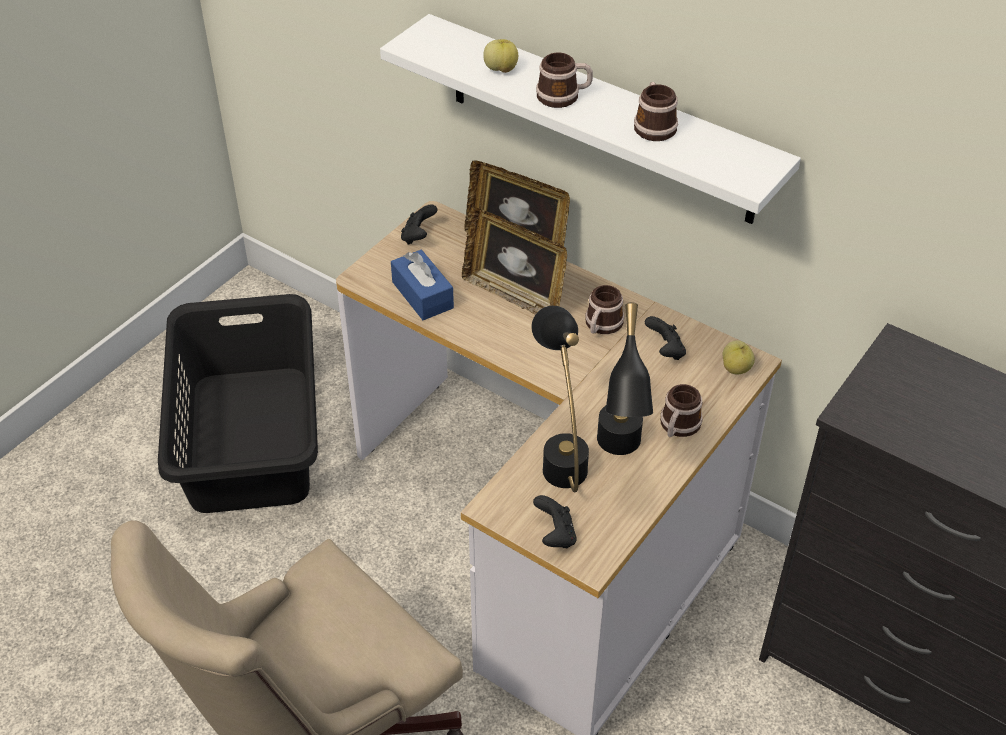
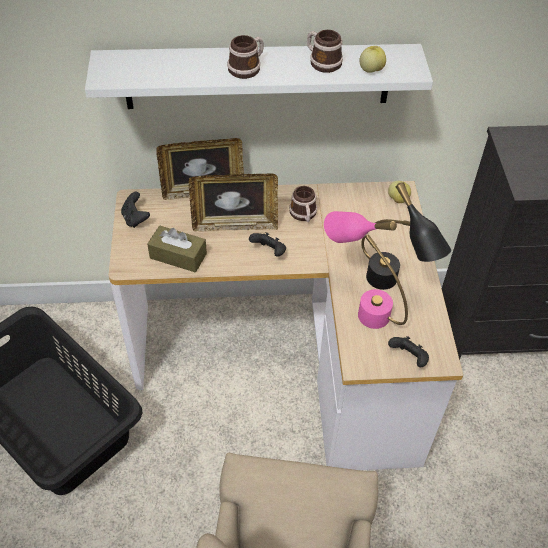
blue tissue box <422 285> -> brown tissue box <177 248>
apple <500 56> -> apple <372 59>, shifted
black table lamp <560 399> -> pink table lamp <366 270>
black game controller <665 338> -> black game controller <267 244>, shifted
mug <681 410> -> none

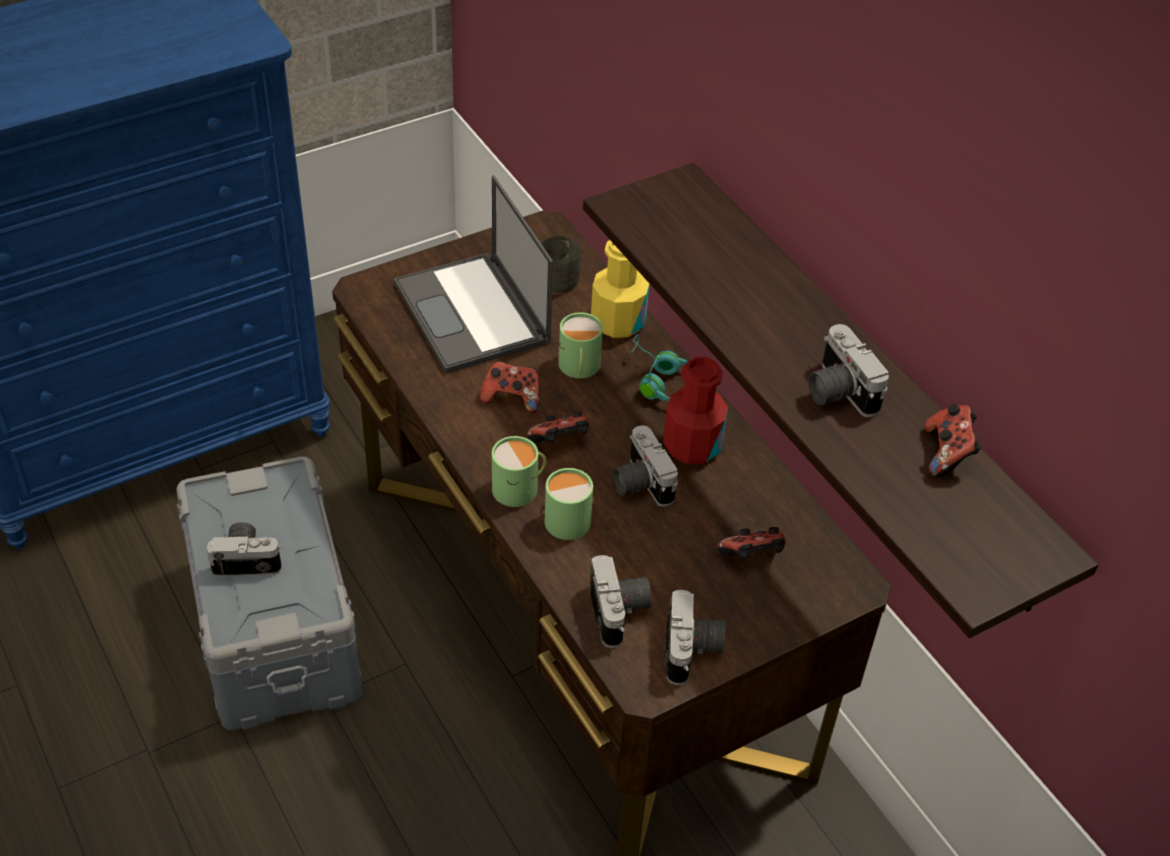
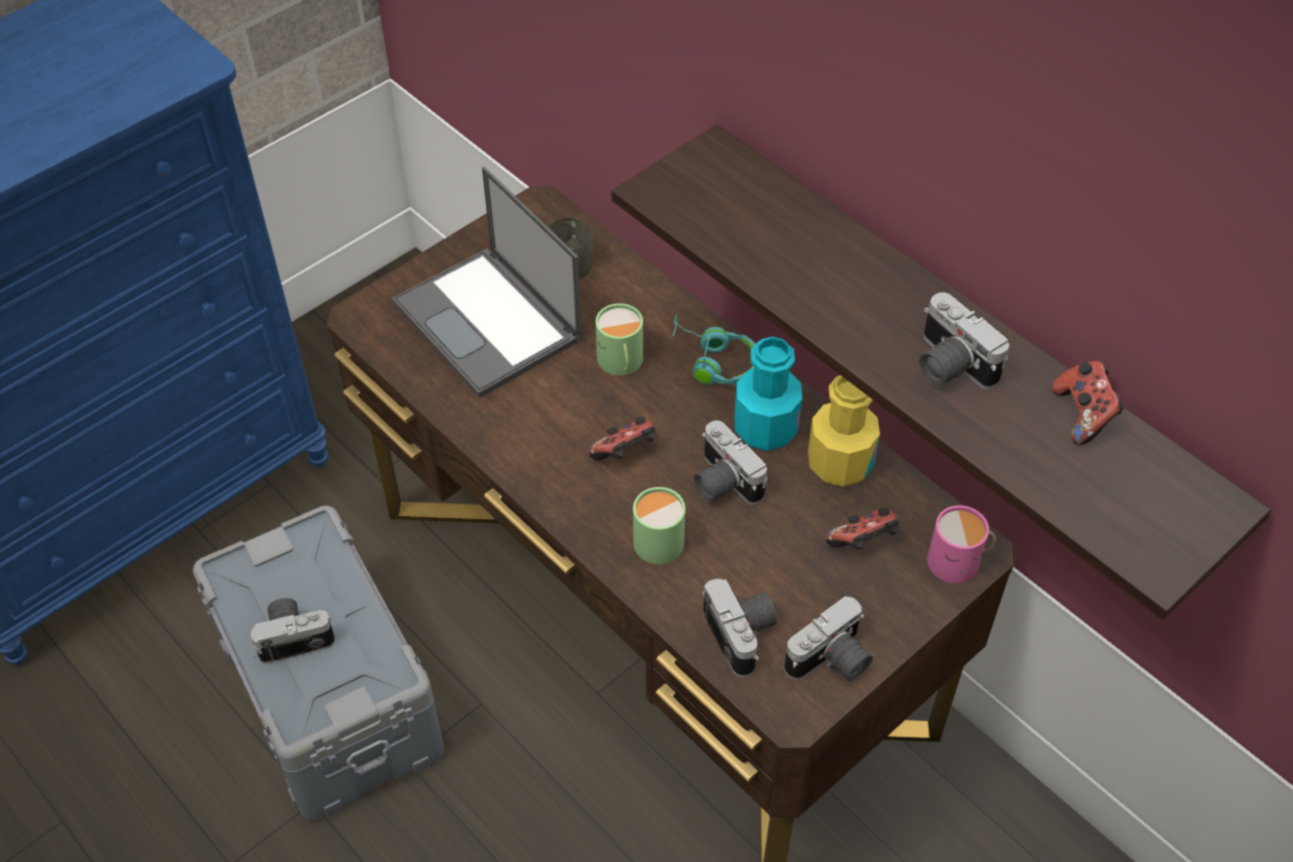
game controller <510 387> -> none
green mug <519 471> -> none
yellow bottle <620 289> -> yellow bottle <844 431>, shifted
red bottle <695 410> -> turquoise bottle <768 393>
photo camera <695 637> -> photo camera <828 639>, 60 degrees clockwise
none -> pink mug <961 544>

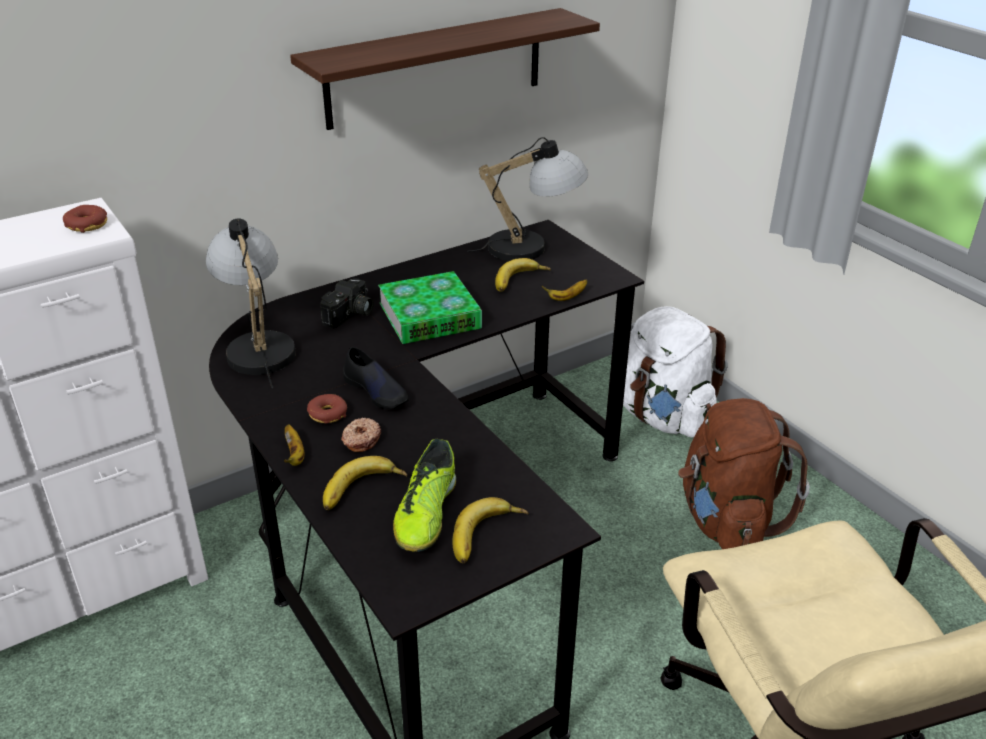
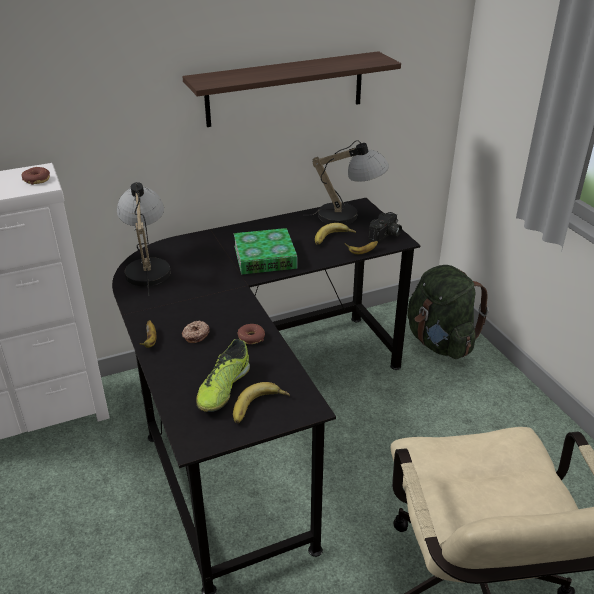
donut <327 408> -> donut <251 334>, shifted
photo camera <347 303> -> photo camera <385 227>, shifted
banana <365 483> -> none
black shoe <376 378> -> none
white backpack <675 371> -> green backpack <448 312>
brown backpack <744 473> -> none

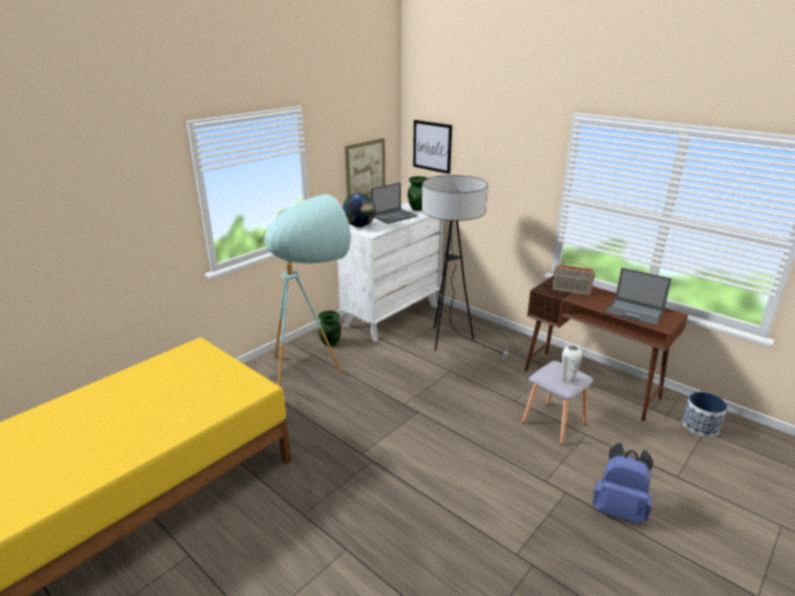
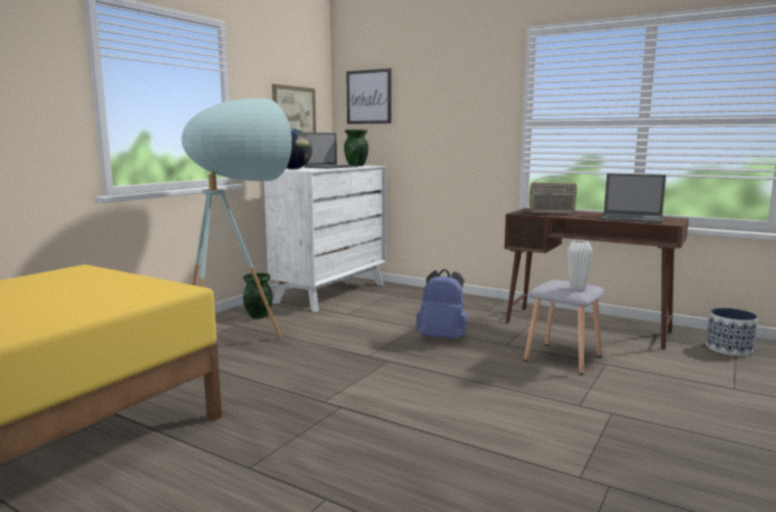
floor lamp <466 267> -> none
blue backpack <623 483> -> blue backpack <442 304>, shifted

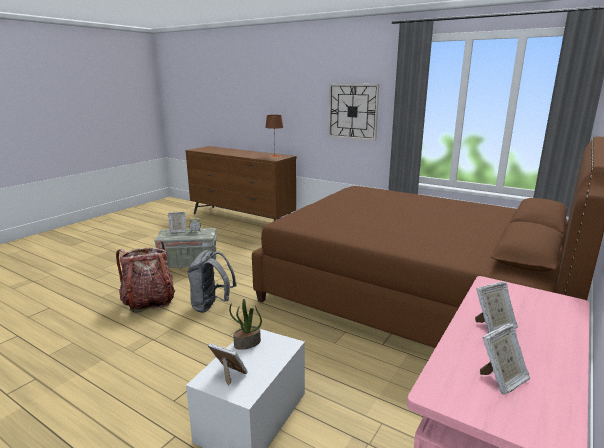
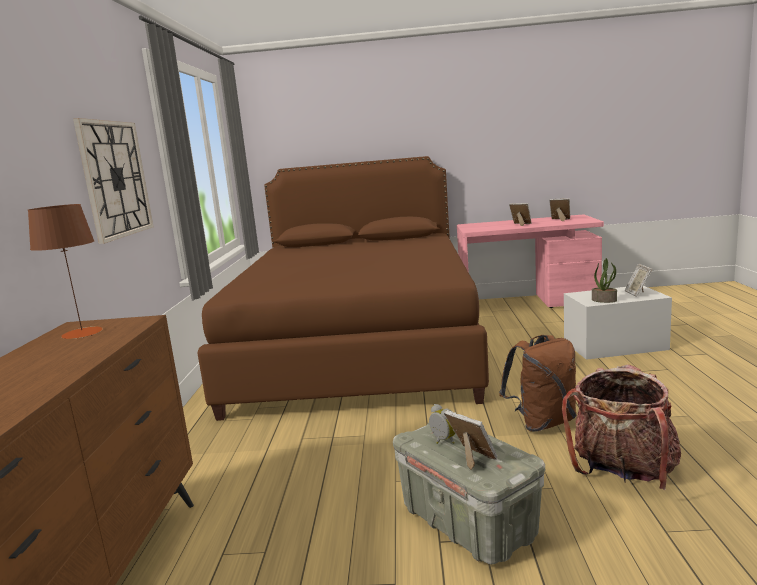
grey backpack <212 281> -> brown backpack <537 383>

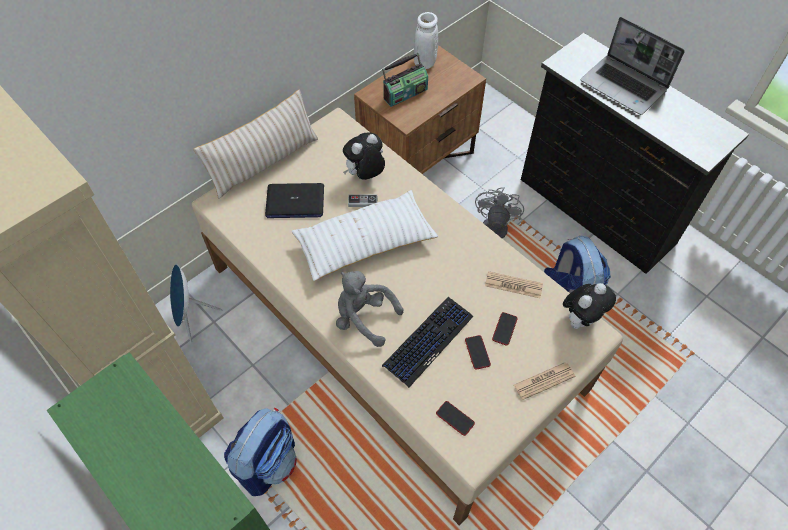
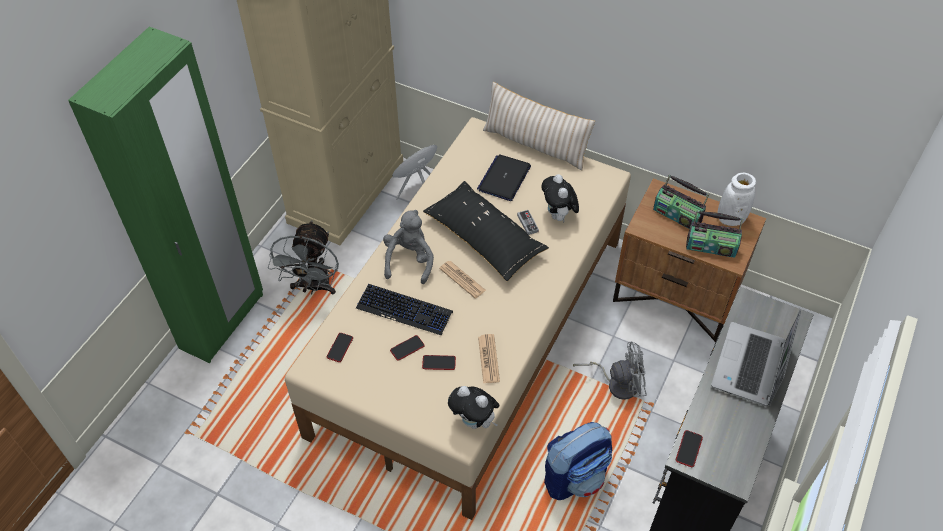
backpack <260 452> -> grey fan <303 257>
laptop <294 200> -> laptop <504 177>, 45 degrees clockwise
white pillow <364 235> -> black pillow <486 231>
plush toy <364 156> -> plush toy <560 198>, 135 degrees counterclockwise
newspaper <544 381> -> newspaper <462 279>, shifted
none -> phone <689 448>
none -> radio <714 234>

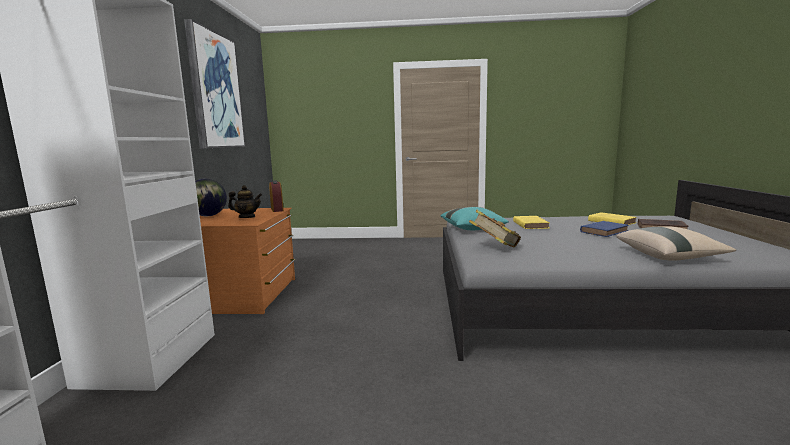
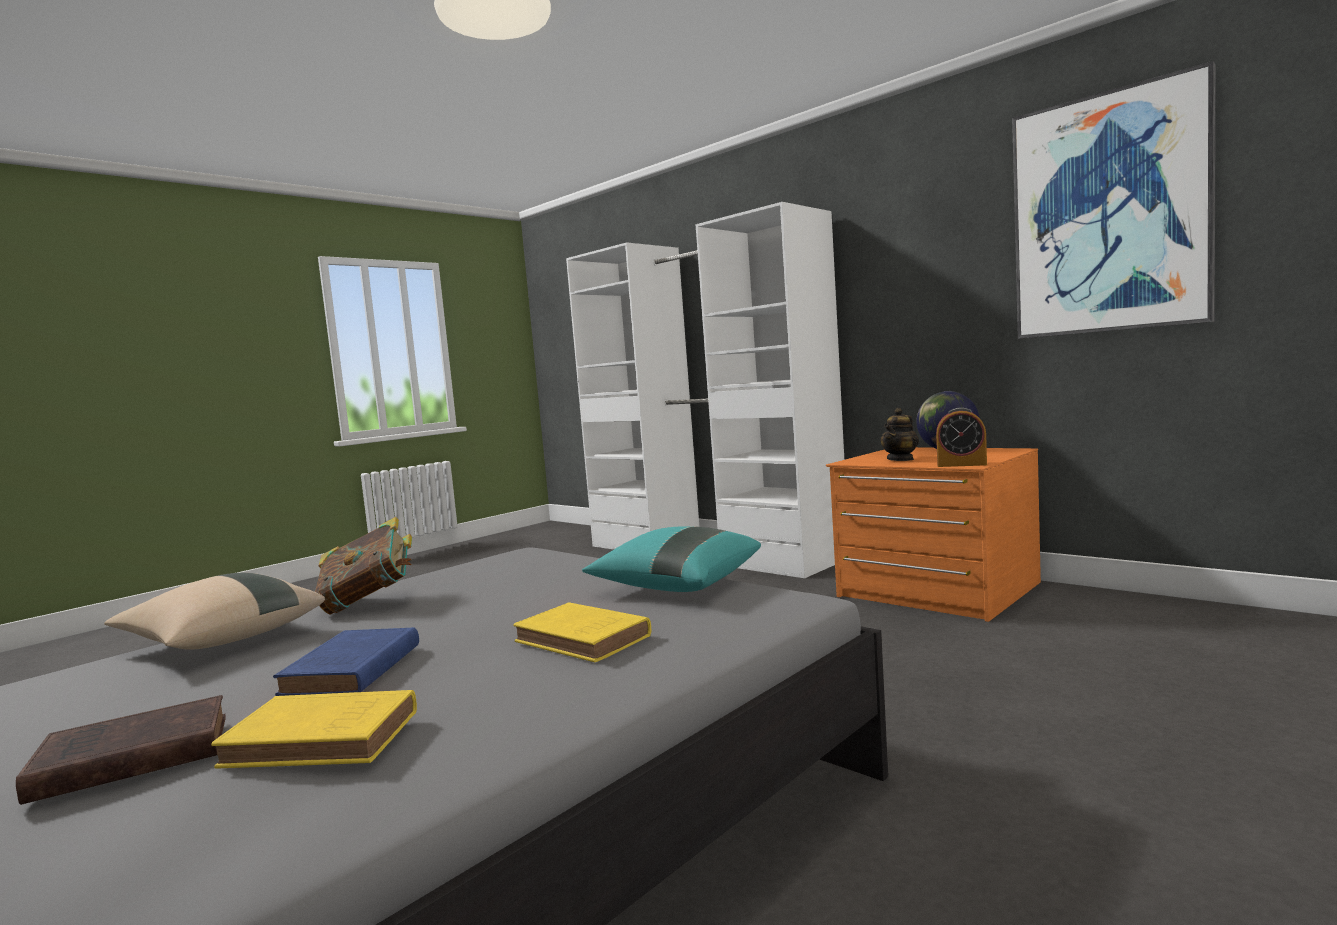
book <495 229> -> book <363 566>, shifted

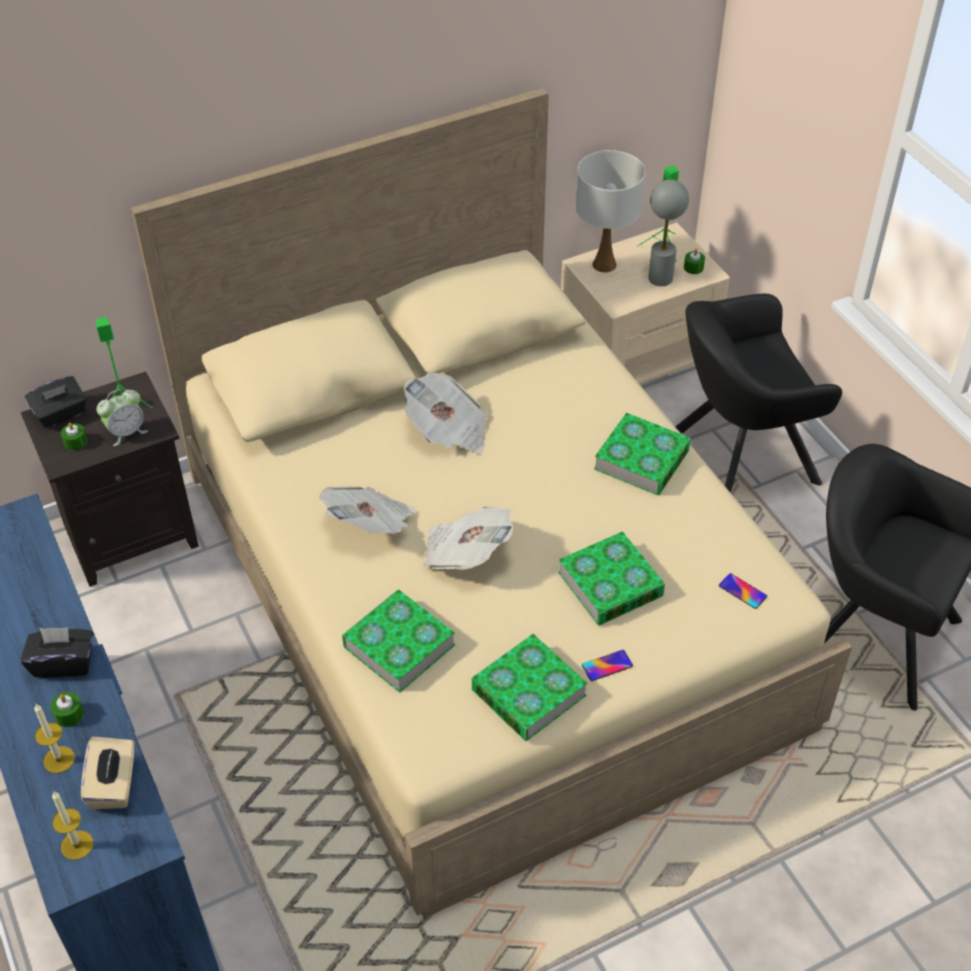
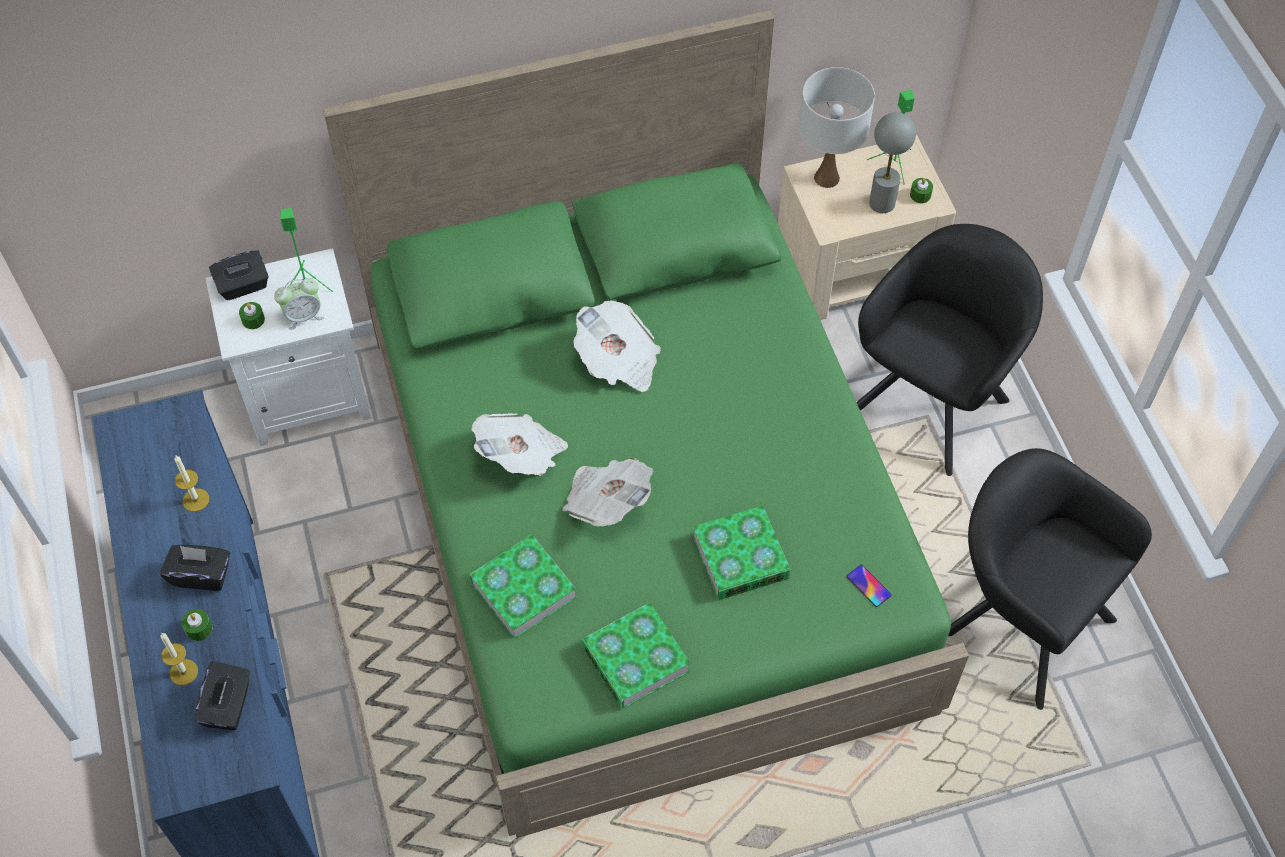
black nightstand <110 479> -> white nightstand <288 347>
candle <72 826> -> candle <191 484>, shifted
beige tissue box <107 772> -> black tissue box <222 695>
beige bed <491 503> -> green bed <646 424>
phone <607 665> -> none
book <642 454> -> none
black armchair <758 393> -> black armchair <950 350>, 135 degrees clockwise

